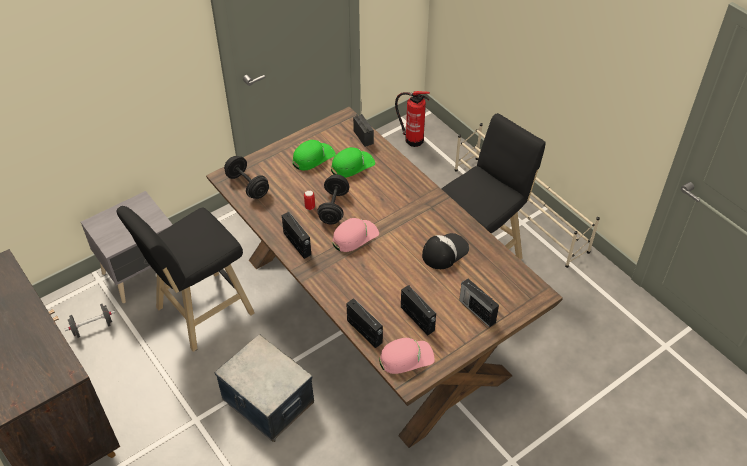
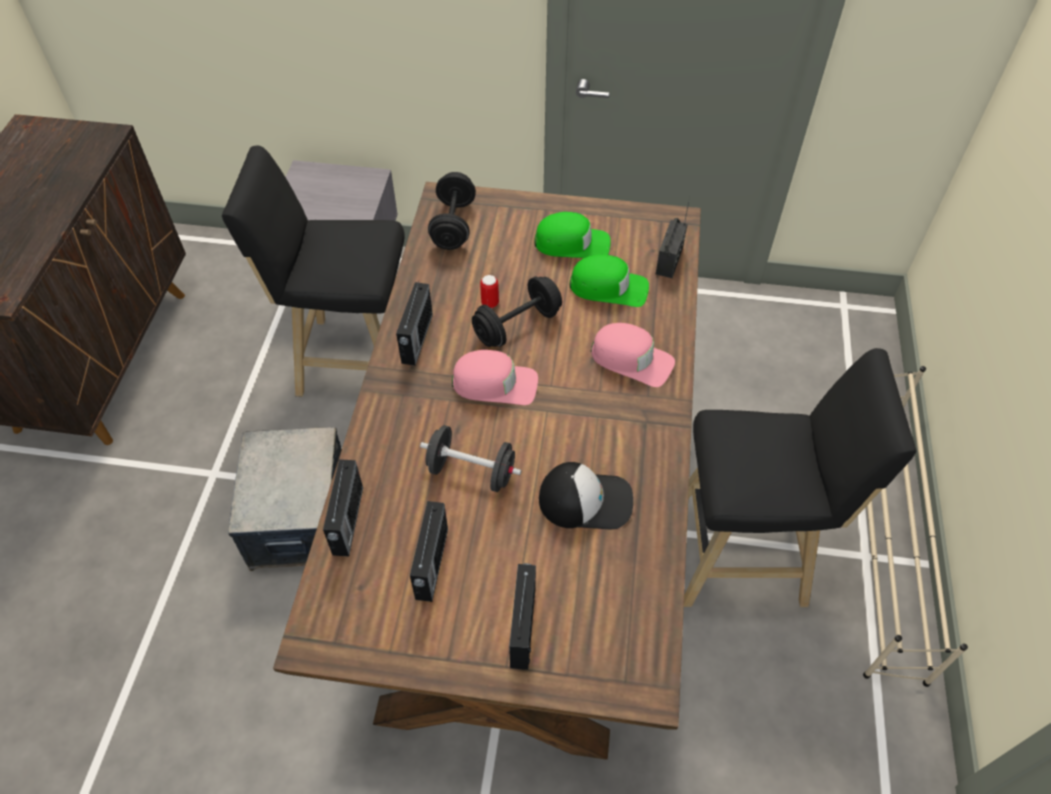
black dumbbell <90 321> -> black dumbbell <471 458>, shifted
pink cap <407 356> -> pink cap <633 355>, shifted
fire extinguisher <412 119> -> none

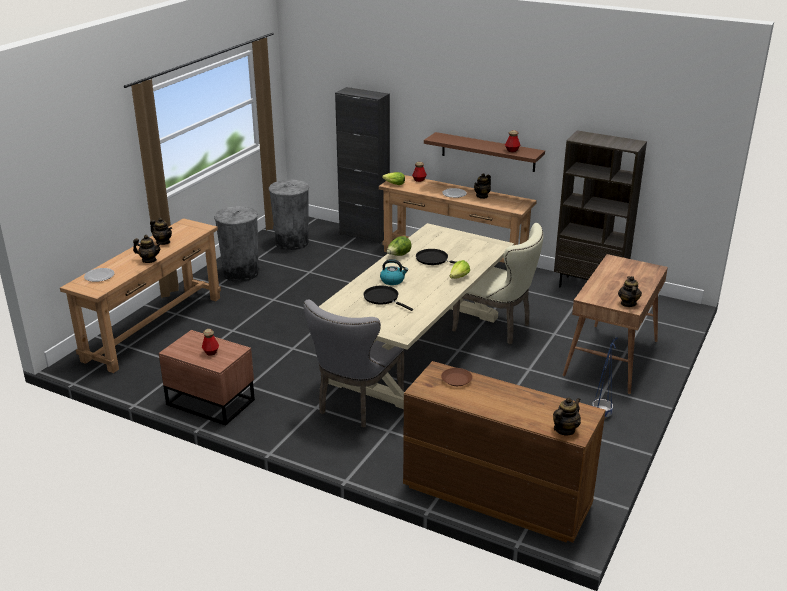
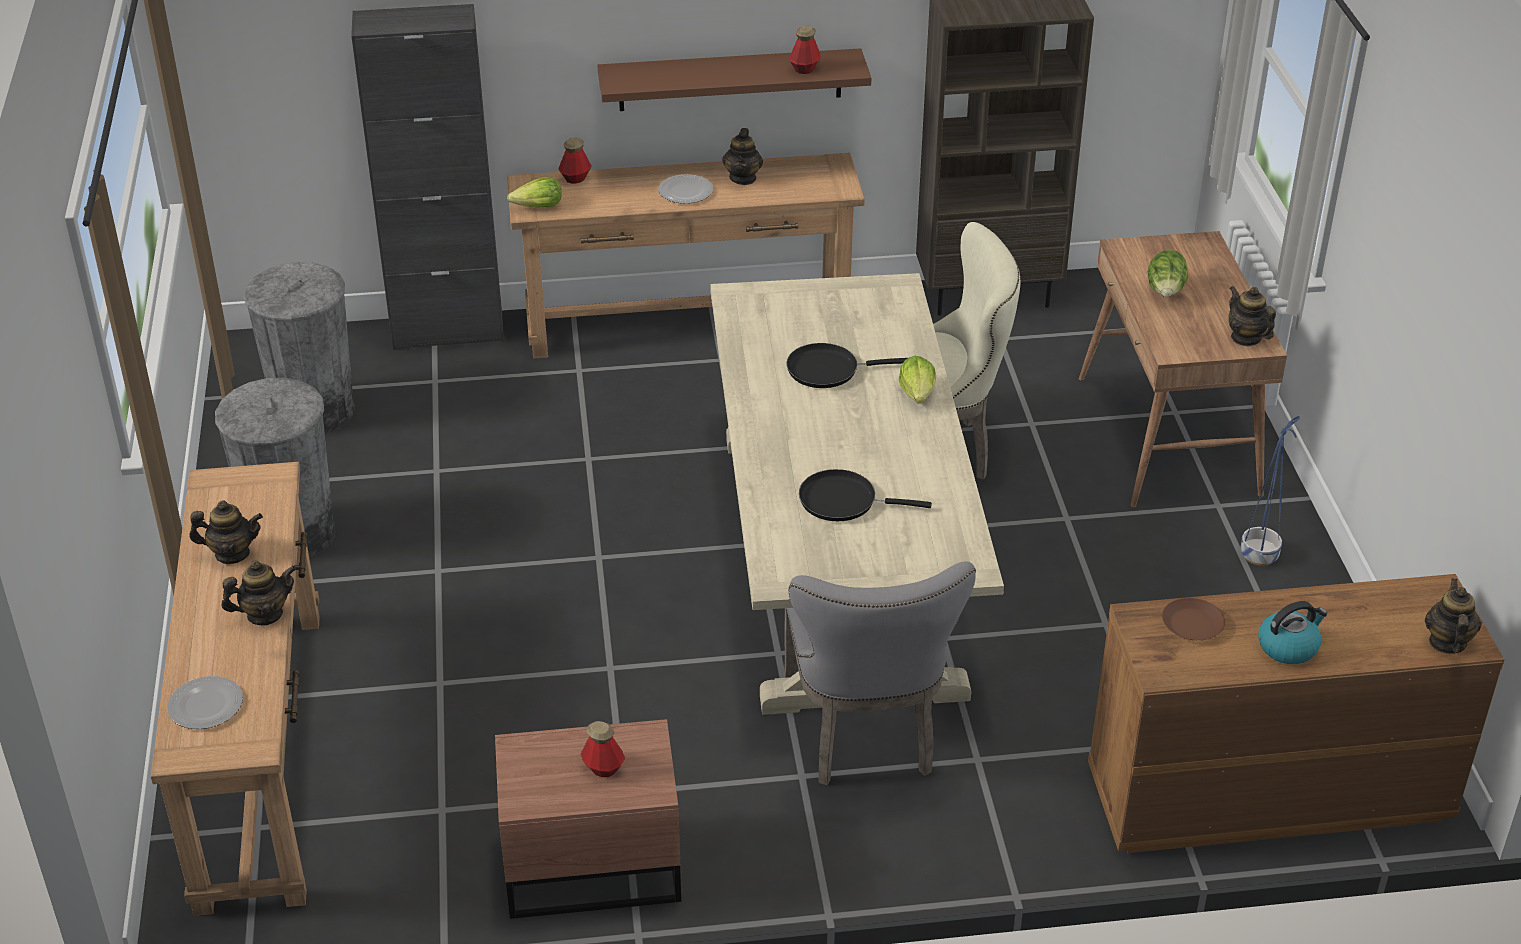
kettle <394 272> -> kettle <1292 632>, shifted
lettuce <399 246> -> lettuce <1168 273>, shifted

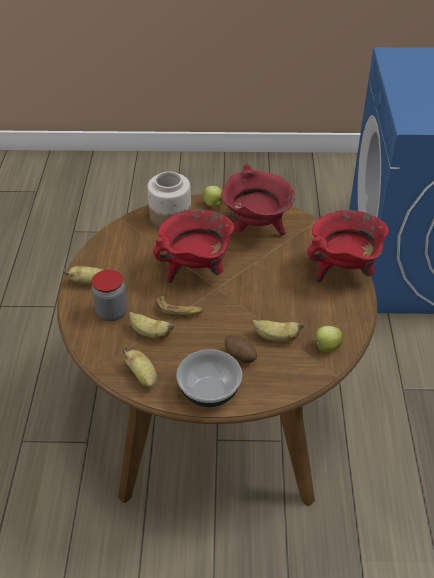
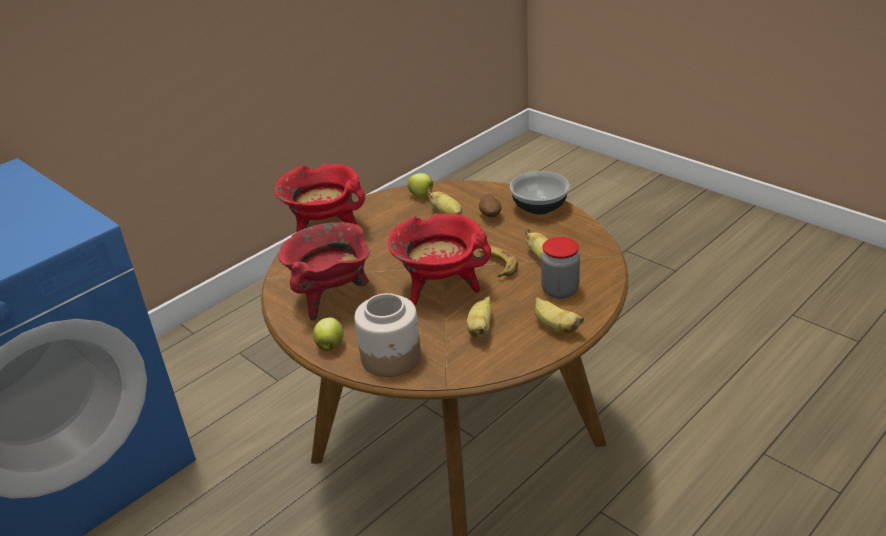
banana <139 367> -> banana <479 318>, shifted

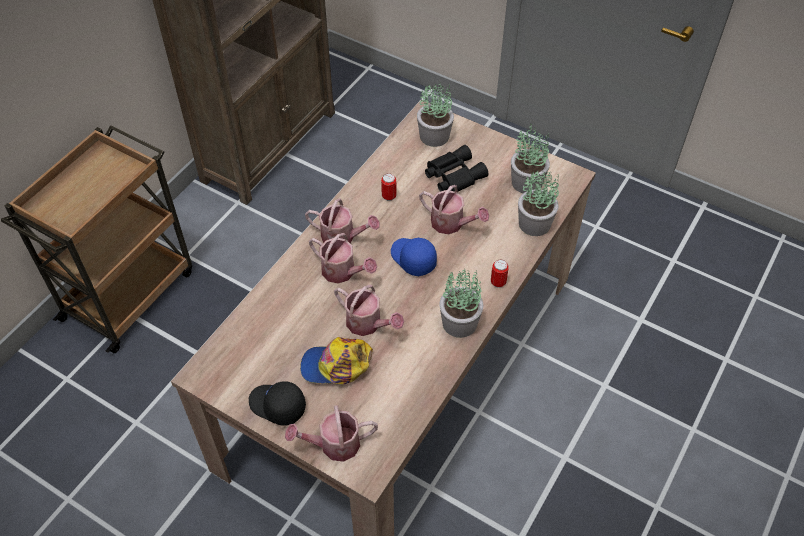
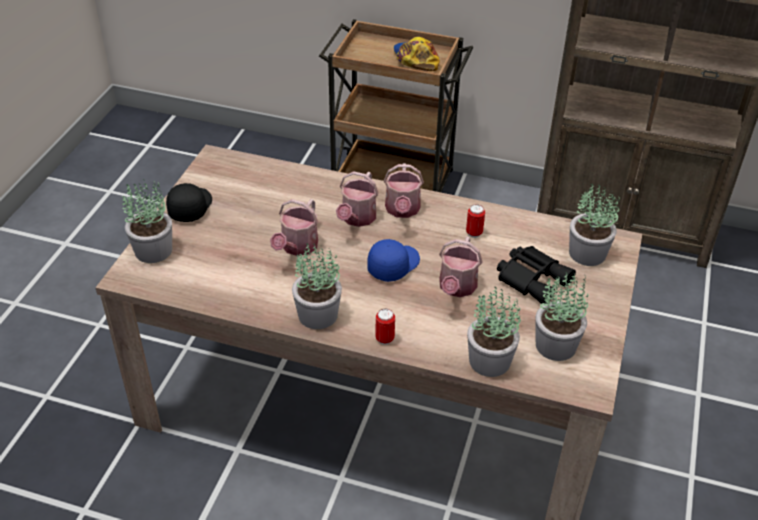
watering can <331 433> -> potted plant <147 221>
cap <336 360> -> cap <416 54>, shifted

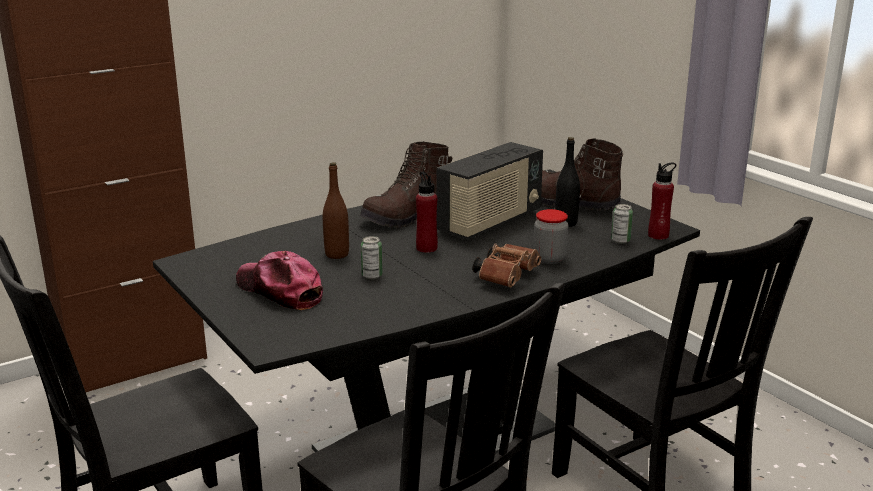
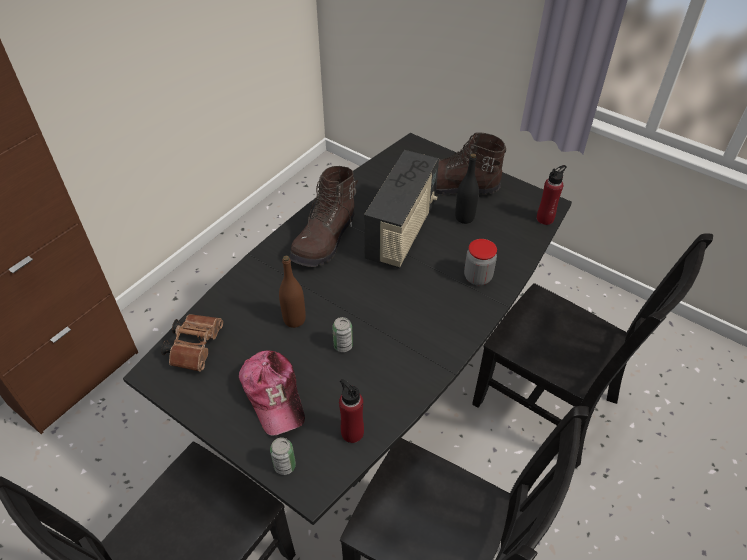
cap <279 280> -> cap <272 393>, 135 degrees counterclockwise
red bottle <427 212> -> red bottle <351 411>, shifted
brown binoculars <507 265> -> brown binoculars <192 343>, shifted
can <622 224> -> can <283 456>, shifted

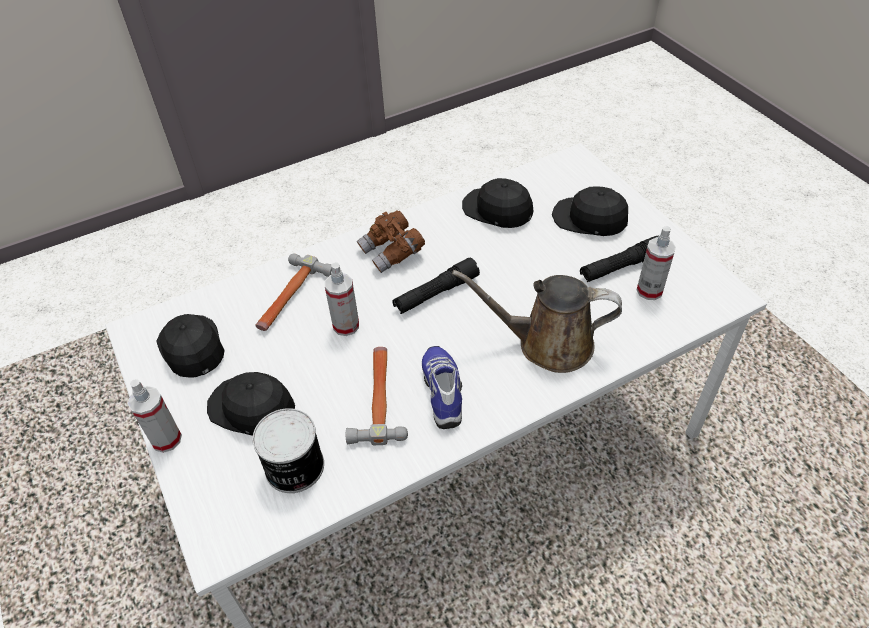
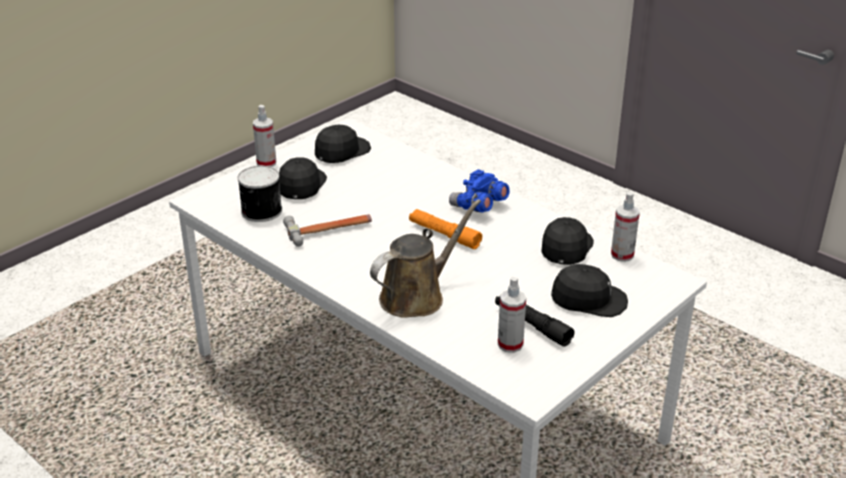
hammer <293 292> -> none
spray bottle <342 299> -> spray bottle <625 227>, shifted
brown binoculars <391 241> -> blue binoculars <479 191>
black flashlight <436 285> -> orange flashlight <445 229>
shoe <442 387> -> none
brown watering can <537 321> -> brown watering can <425 258>, 60 degrees clockwise
black cap <590 211> -> black cap <589 290>, 90 degrees clockwise

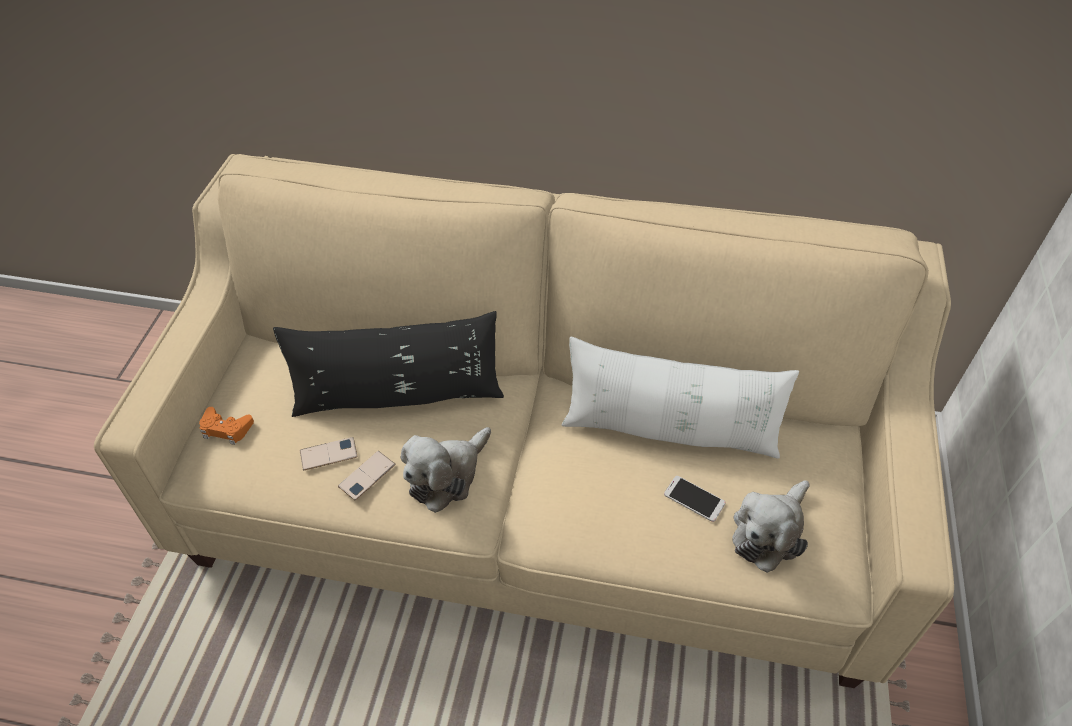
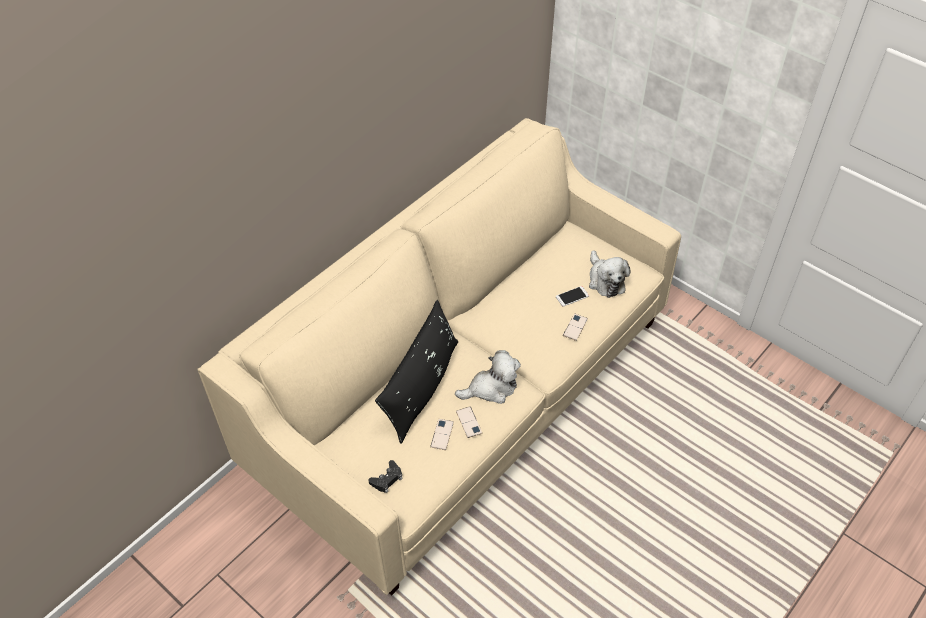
orange game controller <226 426> -> black game controller <386 476>
plush toy <446 470> -> plush toy <488 377>, 90 degrees counterclockwise
white pillow <680 397> -> none
none -> phone <575 327>

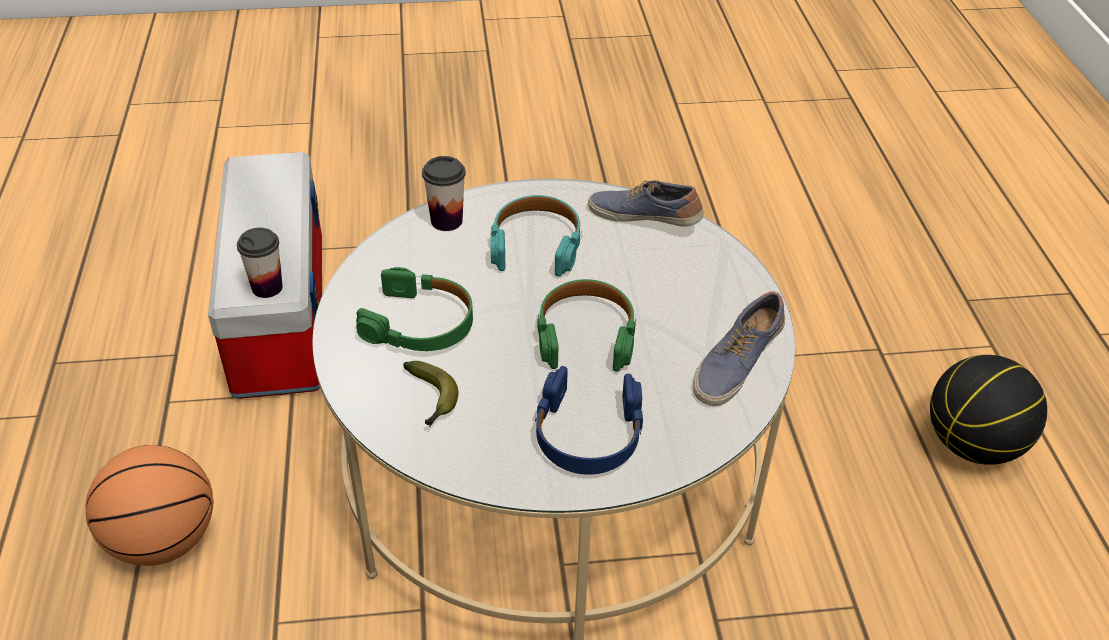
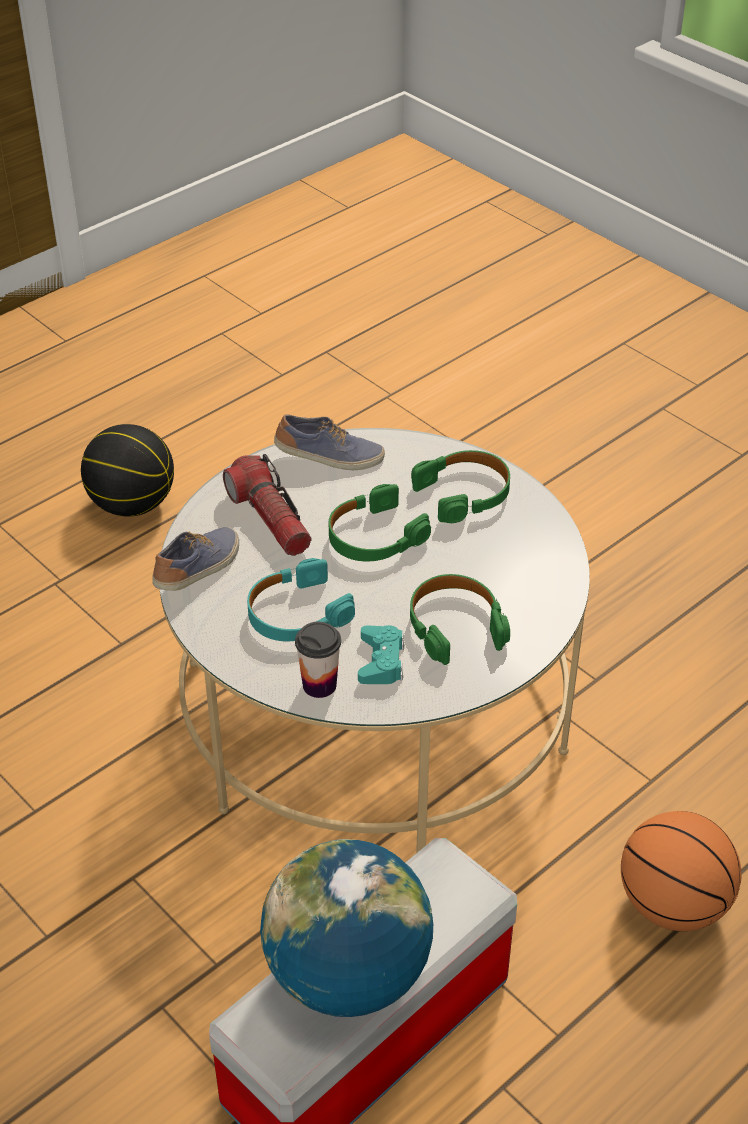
cup <260 263> -> none
banana <430 394> -> none
blue headphones <589 420> -> green headphones <460 486>
shoe <646 203> -> shoe <195 559>, 135 degrees counterclockwise
none -> flashlight <267 505>
none -> globe <346 928>
none -> turquoise game controller <381 654>

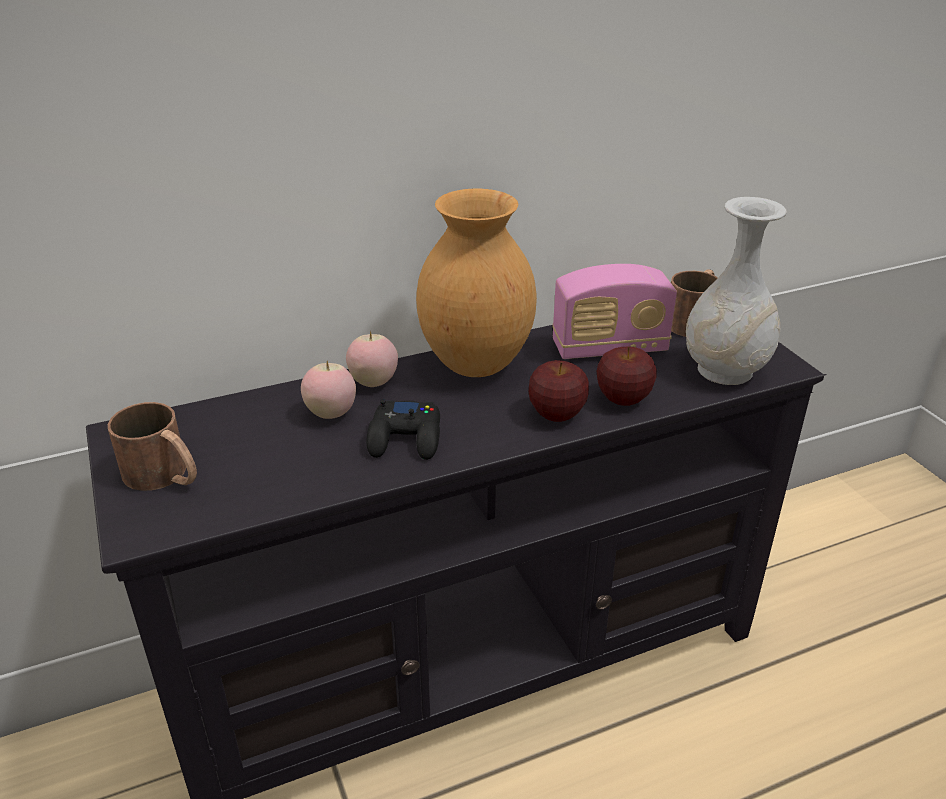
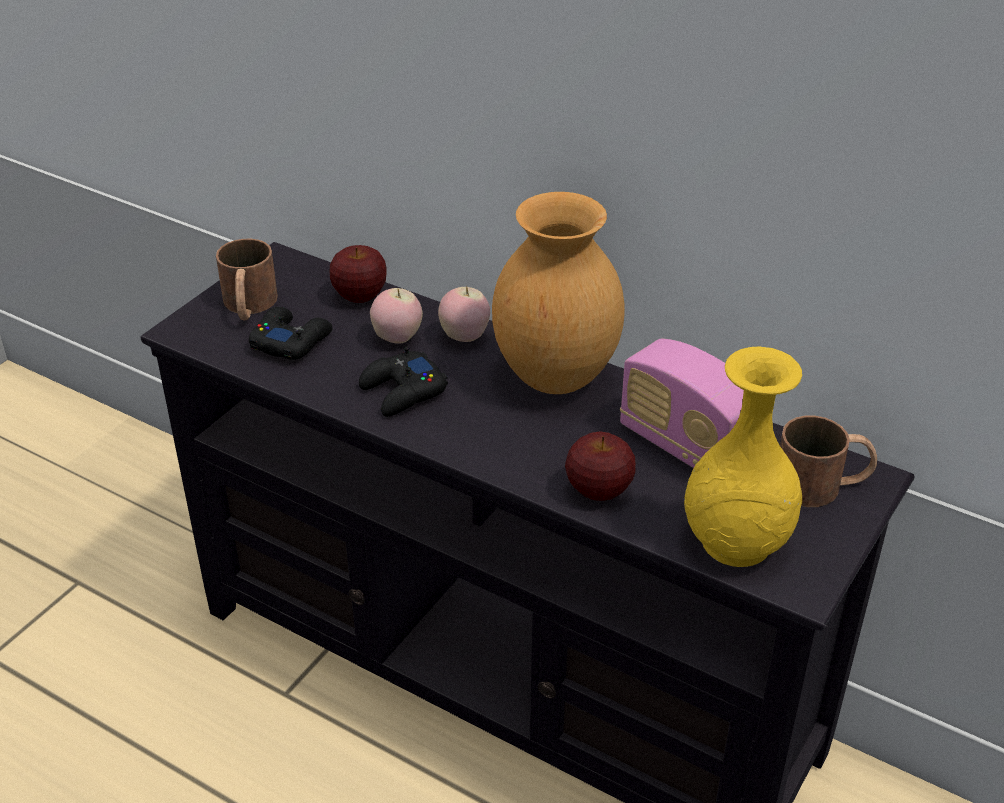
apple <559 391> -> apple <358 274>, shifted
white vase <736 291> -> yellow vase <743 457>
none -> black game controller <291 333>

